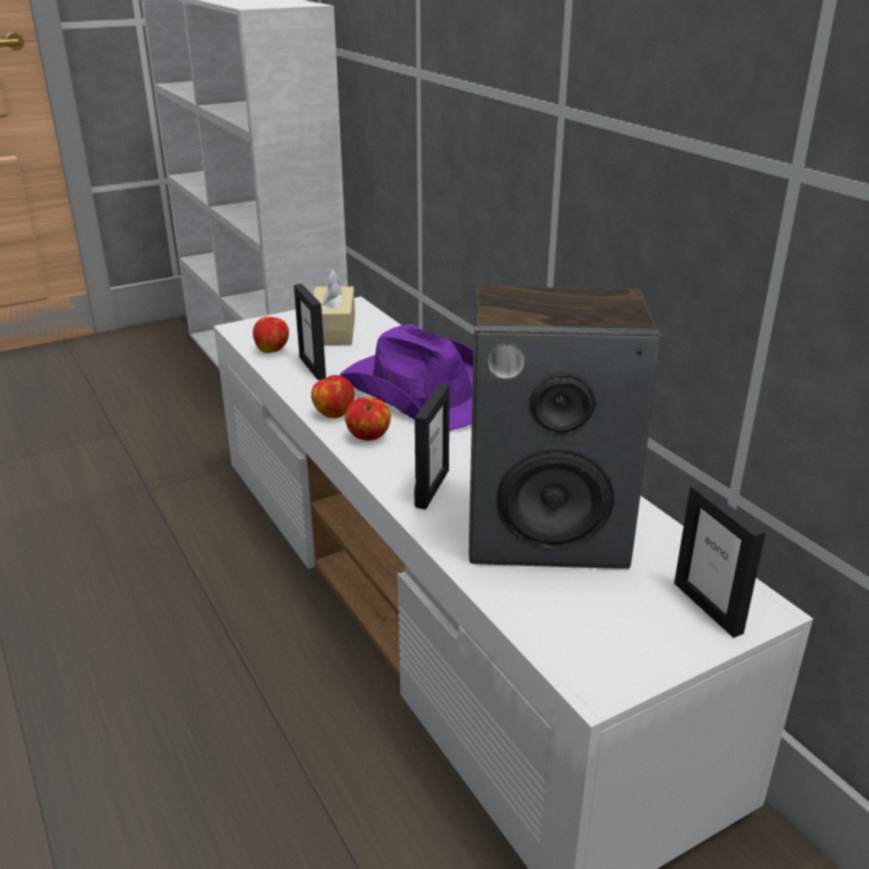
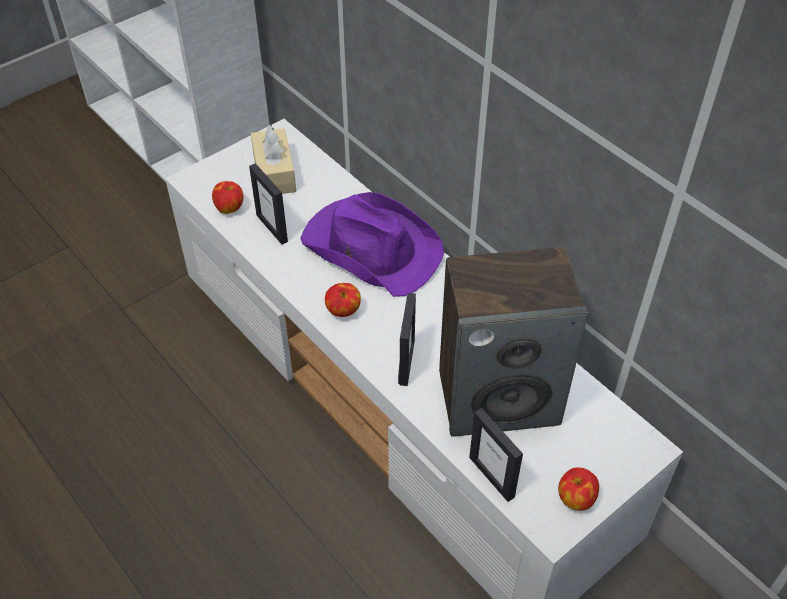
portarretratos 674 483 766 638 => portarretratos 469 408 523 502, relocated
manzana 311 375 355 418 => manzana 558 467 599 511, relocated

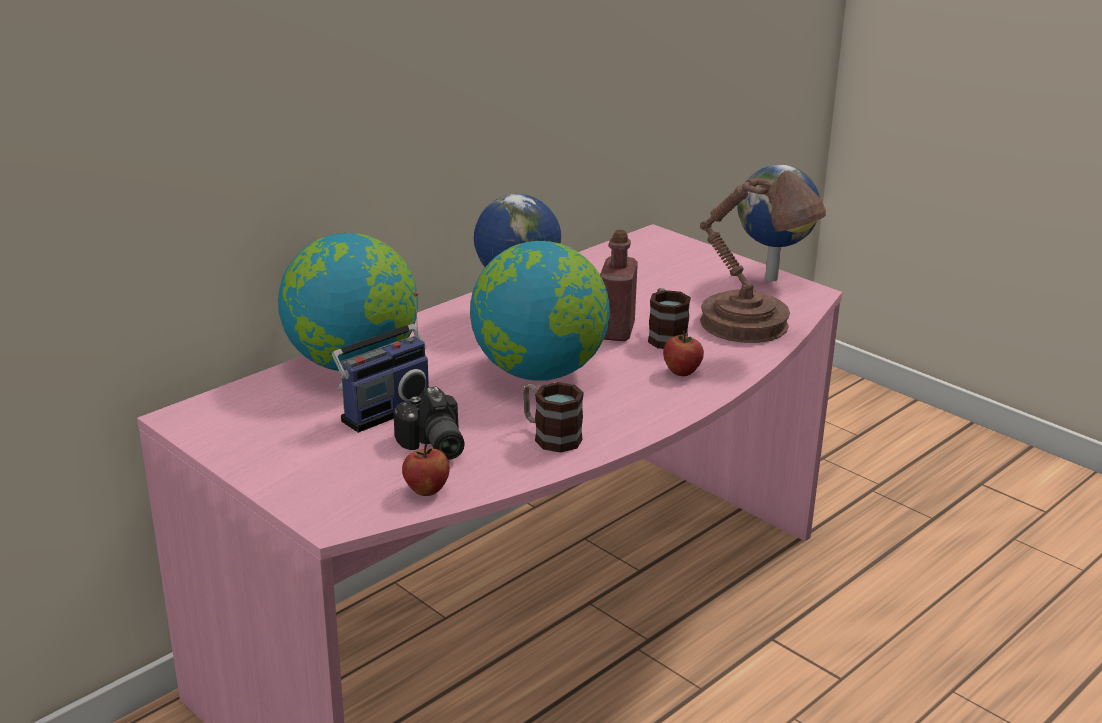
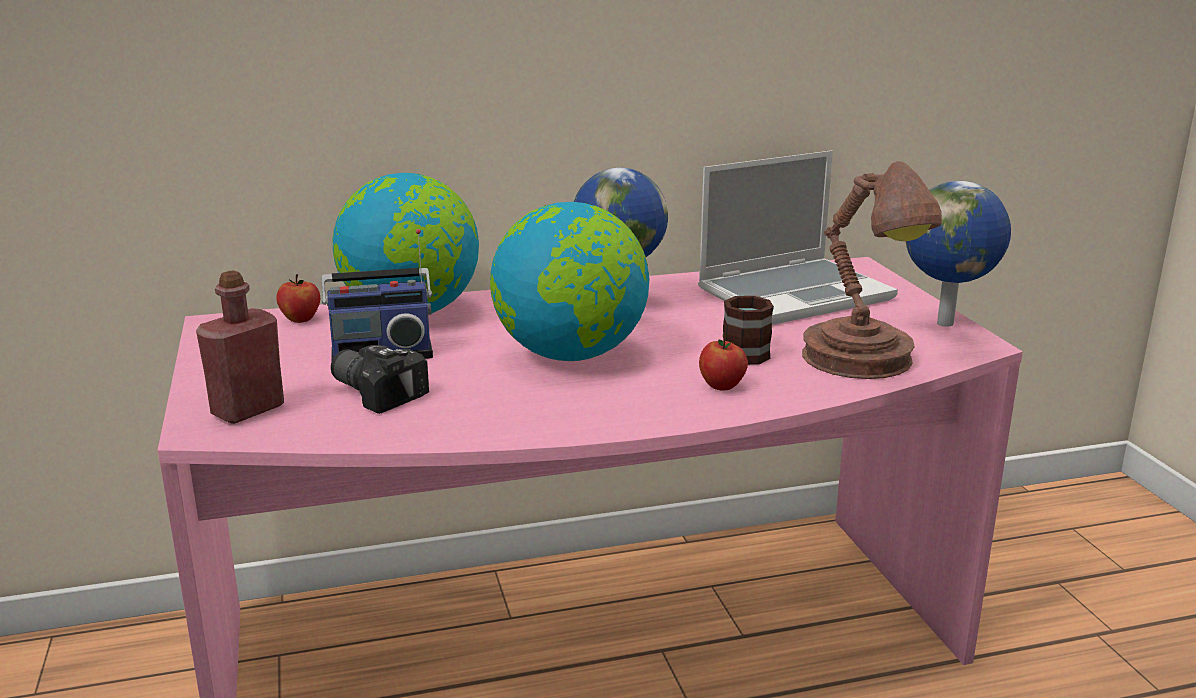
botella/rojo 600 230 638 341 => botella/rojo 196 270 284 424, relocated
manzana 402 444 450 496 => manzana 276 274 320 323, relocated
cámara 393 386 465 460 => cámara 331 345 429 414, 120 degrees clockwise
nothing => portátil 698 150 898 325
taza grande 523 382 584 453 => nothing

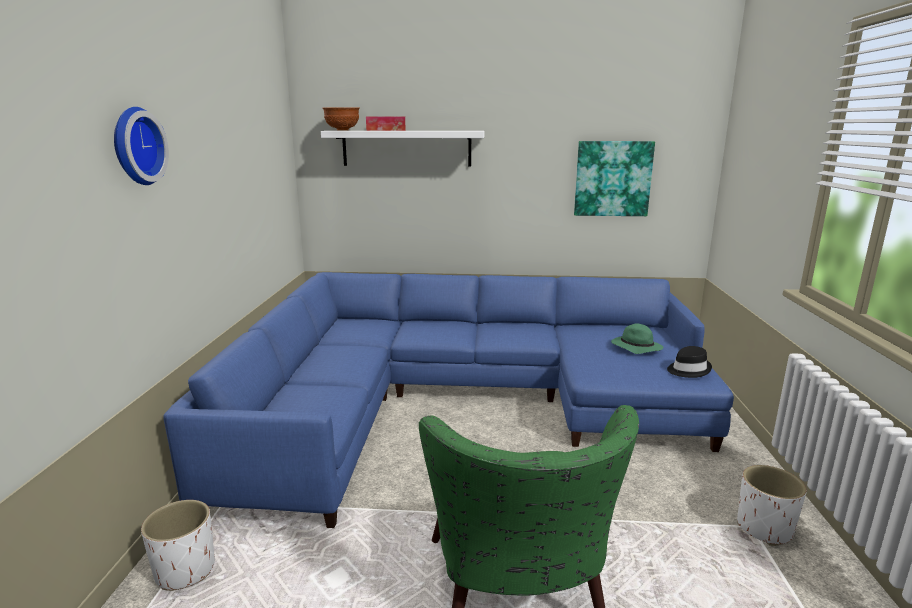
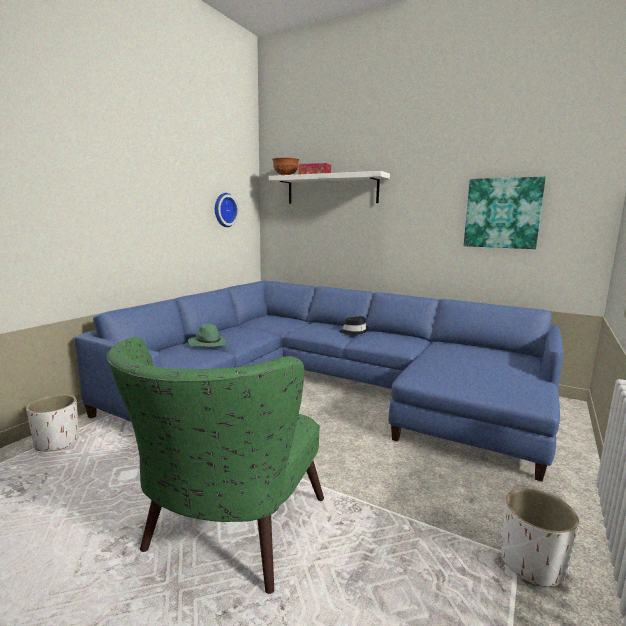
sombrero/verde 611 323 664 354 => sombrero/verde 188 323 228 347, relocated
reloj de pared 114 107 169 185 => reloj de pared 215 193 239 227, relocated
sombrero/negro 667 346 712 378 => sombrero/negro 339 316 369 335, relocated

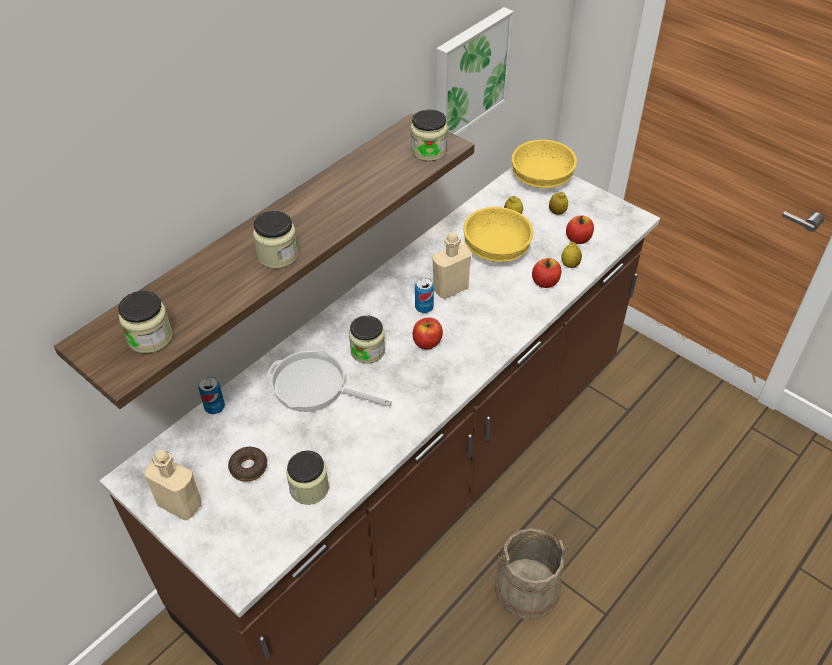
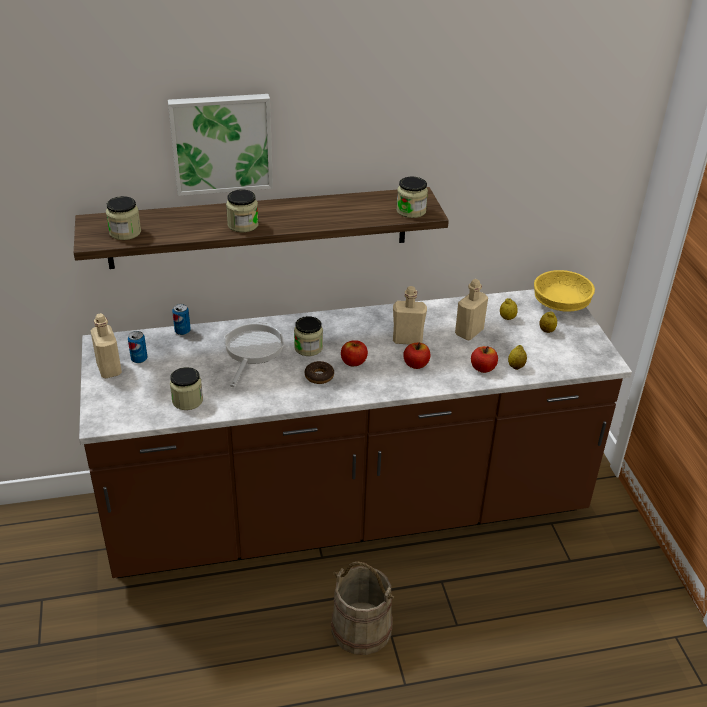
lata 415 278 434 313 => lata 128 331 148 363, relocated
cuadro 436 7 514 136 => cuadro 168 94 273 196, relocated
sartén 267 350 392 412 => sartén 224 321 285 387, 45 degrees clockwise
rosquilla 228 447 267 482 => rosquilla 305 361 334 384, relocated
manzana 566 215 594 244 => manzana 403 342 430 369, relocated
cuenco/amarillo 463 207 533 262 => botella/beis 455 279 488 340

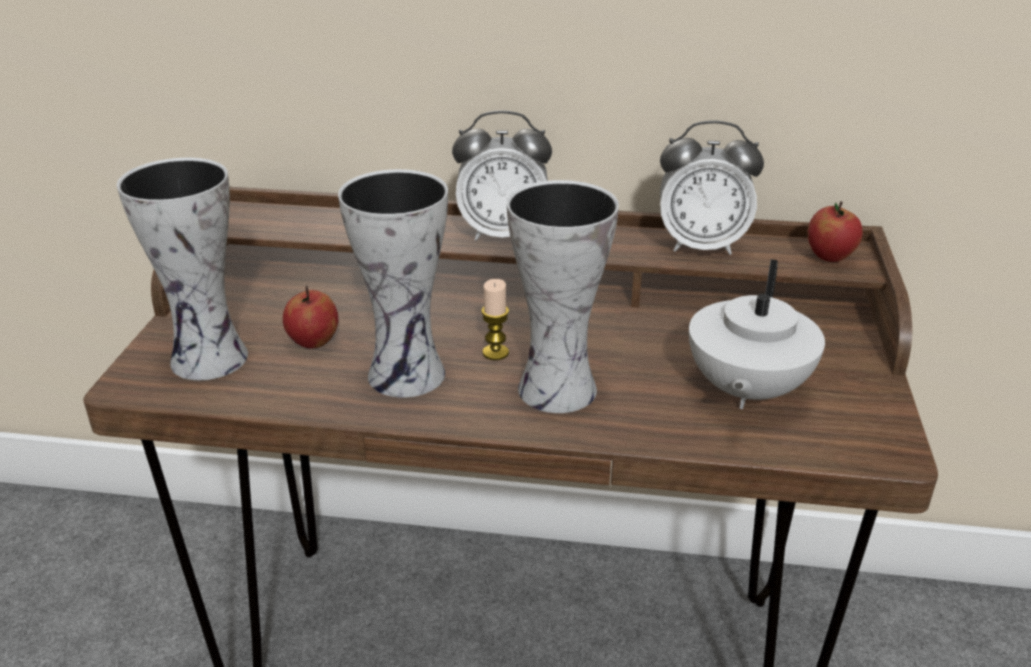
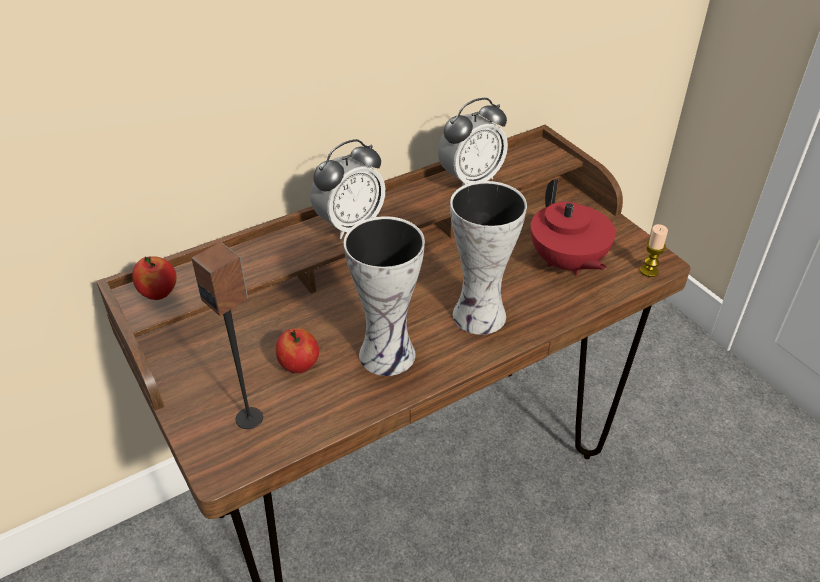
manzana 807 201 863 262 => manzana 132 256 177 300, relocated
florero 117 158 248 380 => altavoz 191 242 263 429
tetera/blanco 689 259 825 409 => tetera/rojo 530 179 616 276
vela 481 279 509 360 => vela 640 224 668 277, relocated

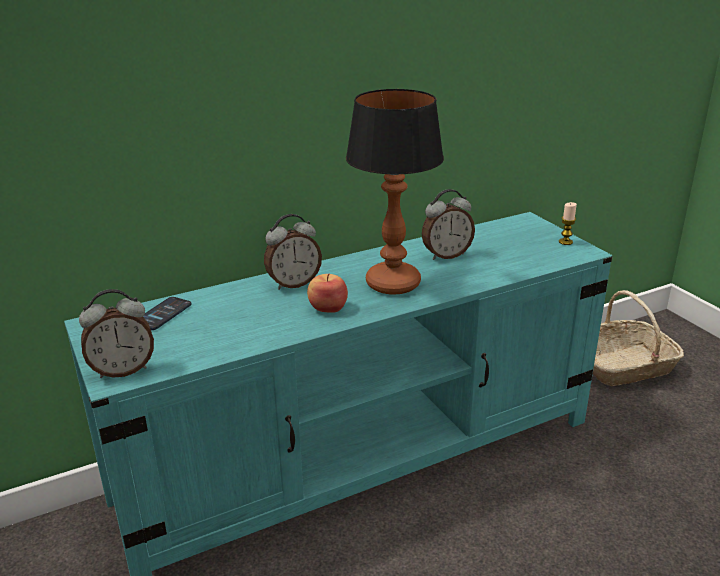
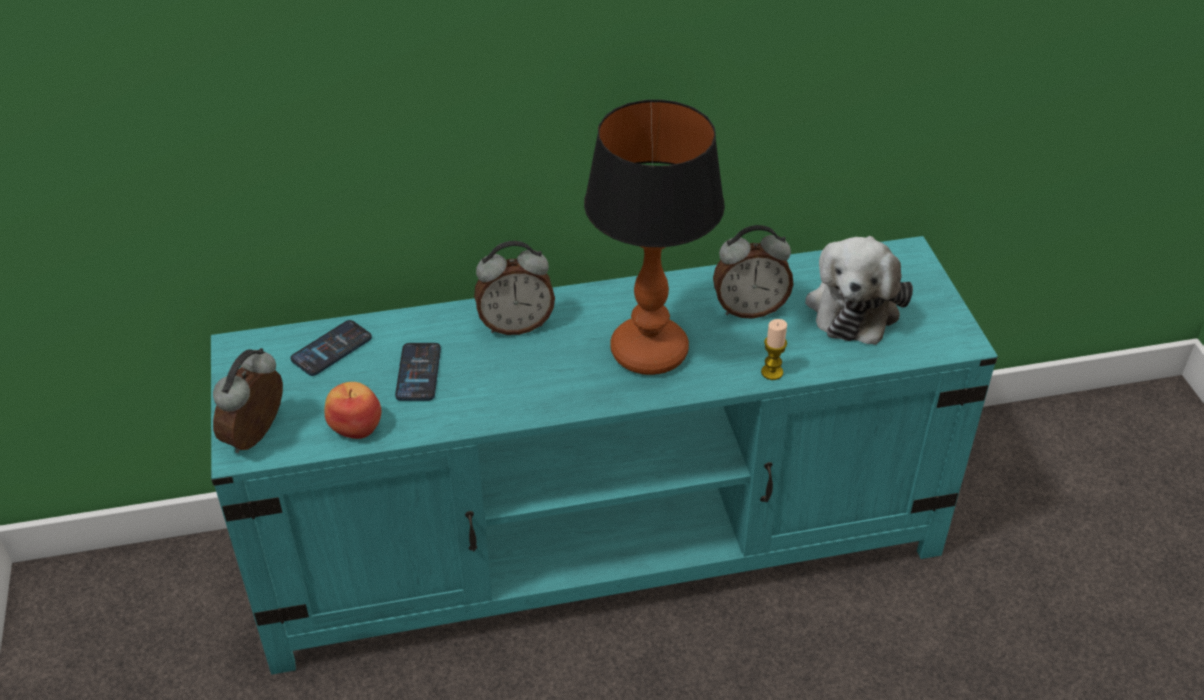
despertador 79 289 154 378 => despertador 213 348 283 453, 120 degrees clockwise
manzana 307 274 348 313 => manzana 324 382 381 439, relocated
nothing => móvil 395 343 441 401
vela 559 202 577 245 => vela 761 319 787 380, relocated
nothing => peluche 805 236 913 345
cesta 593 290 684 386 => nothing

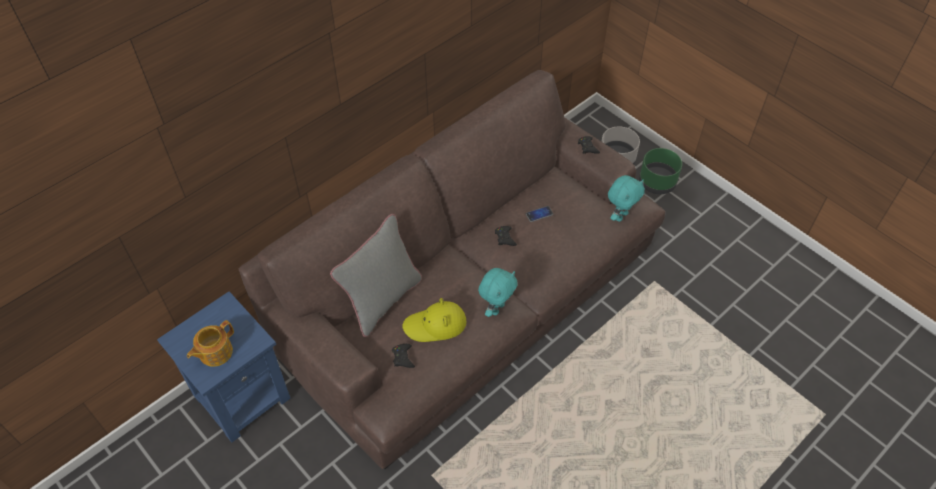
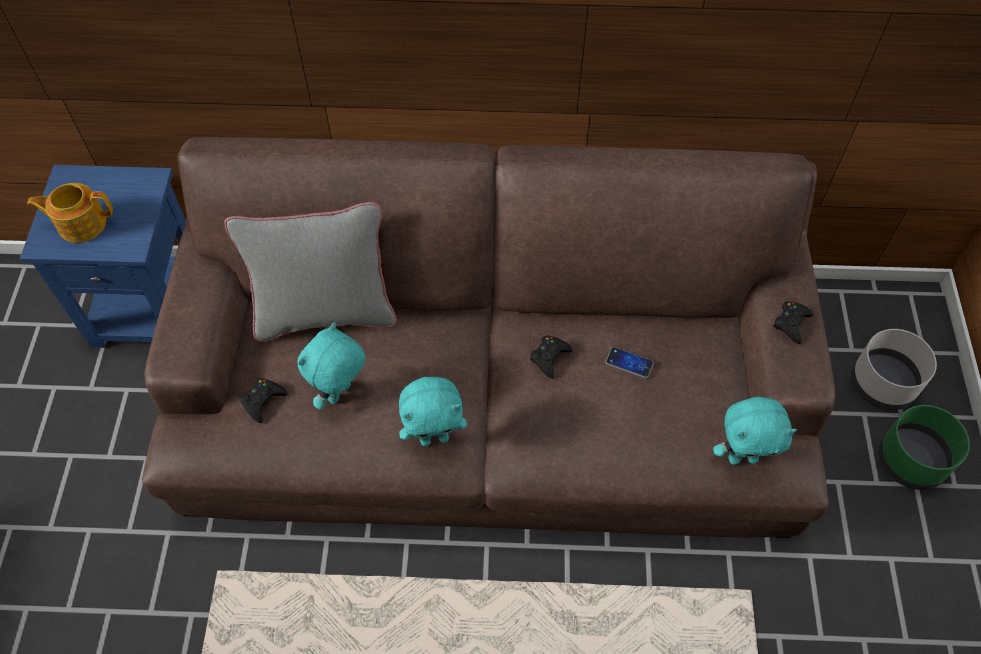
sombrero/amarillo 403 298 466 342 => peluche/turquesa 297 322 366 410

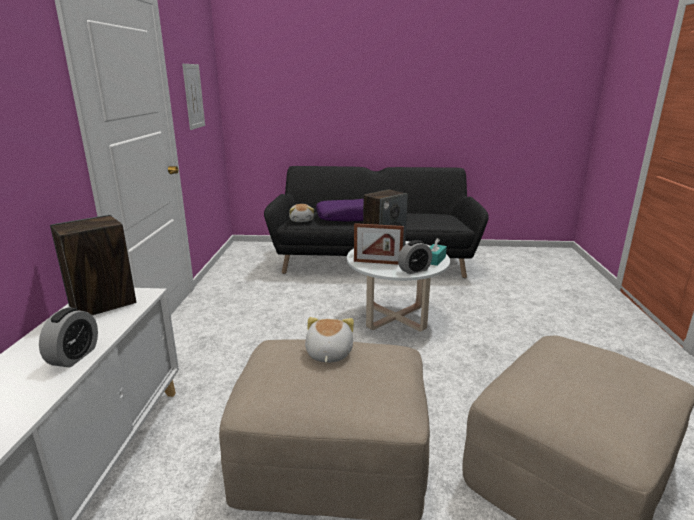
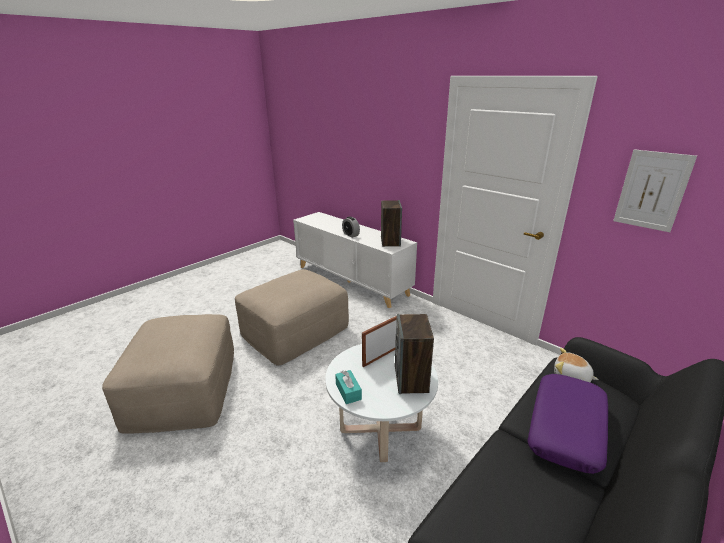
peluche 305 317 354 362 => nothing
despertador 398 240 432 274 => nothing

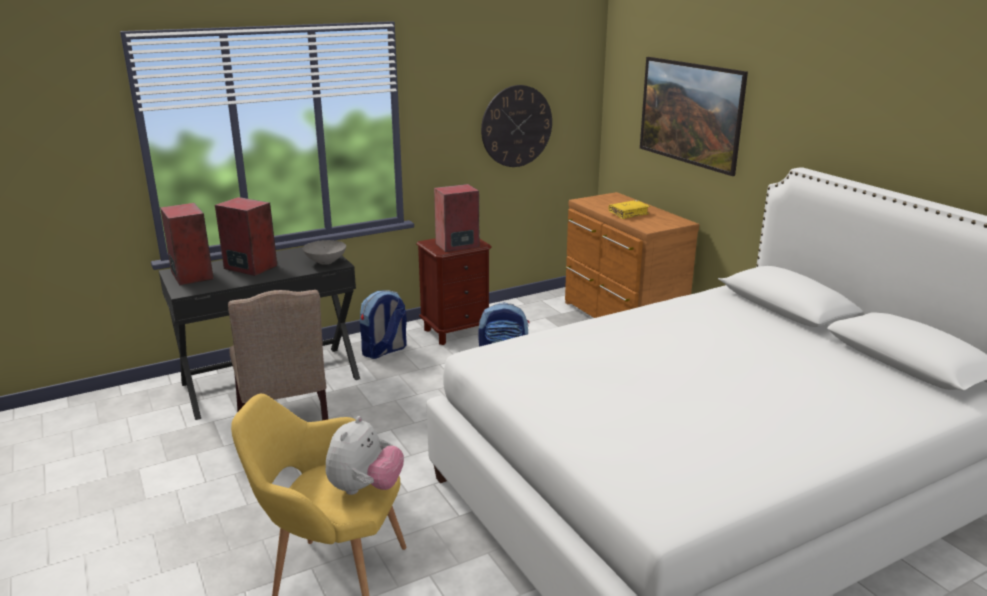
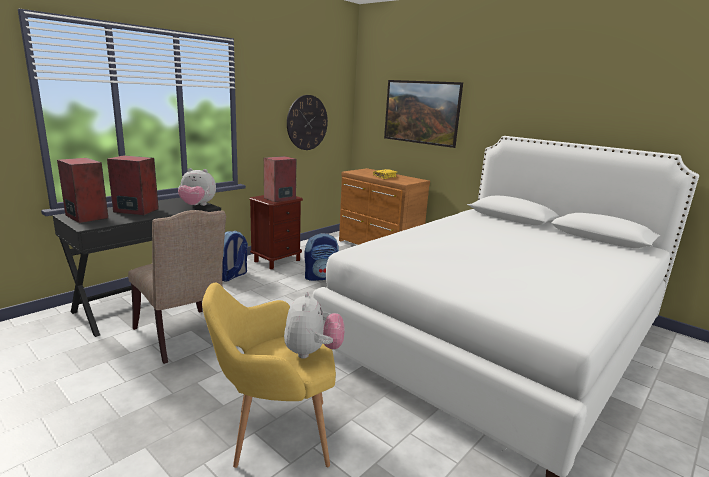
cuenco/gris 303 240 346 265 => peluche 178 168 216 206

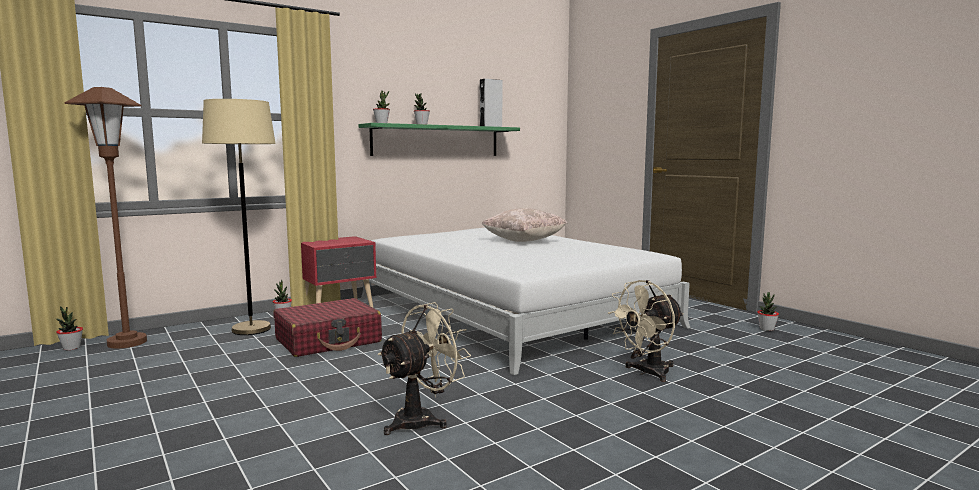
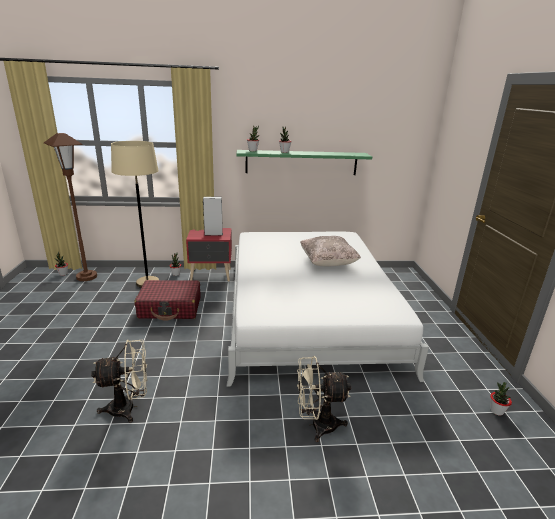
altavoz/gris 480 79 502 127 => altavoz/gris 203 197 223 235, relocated

